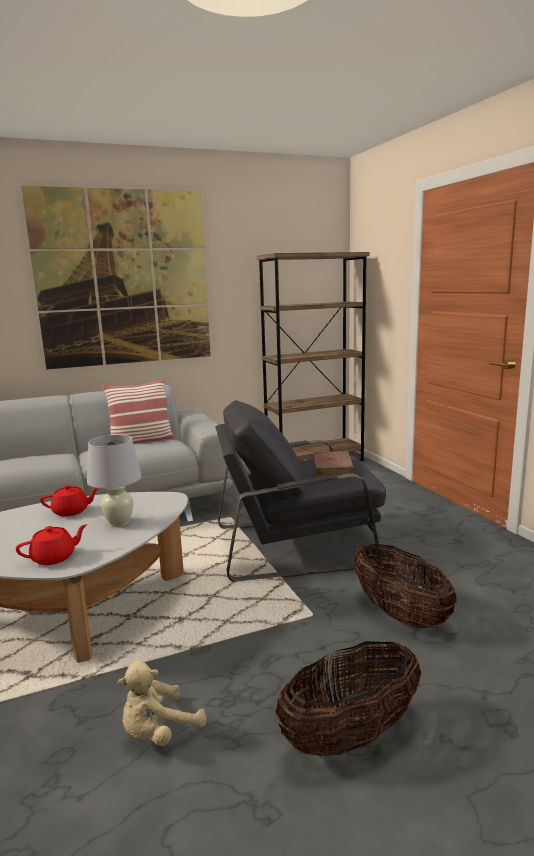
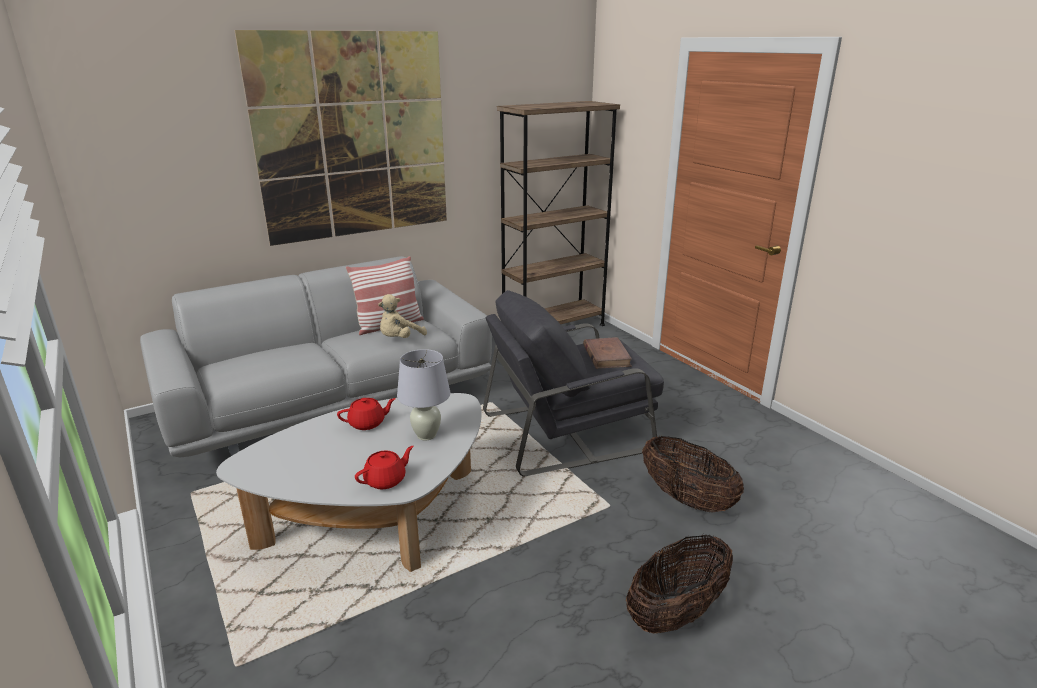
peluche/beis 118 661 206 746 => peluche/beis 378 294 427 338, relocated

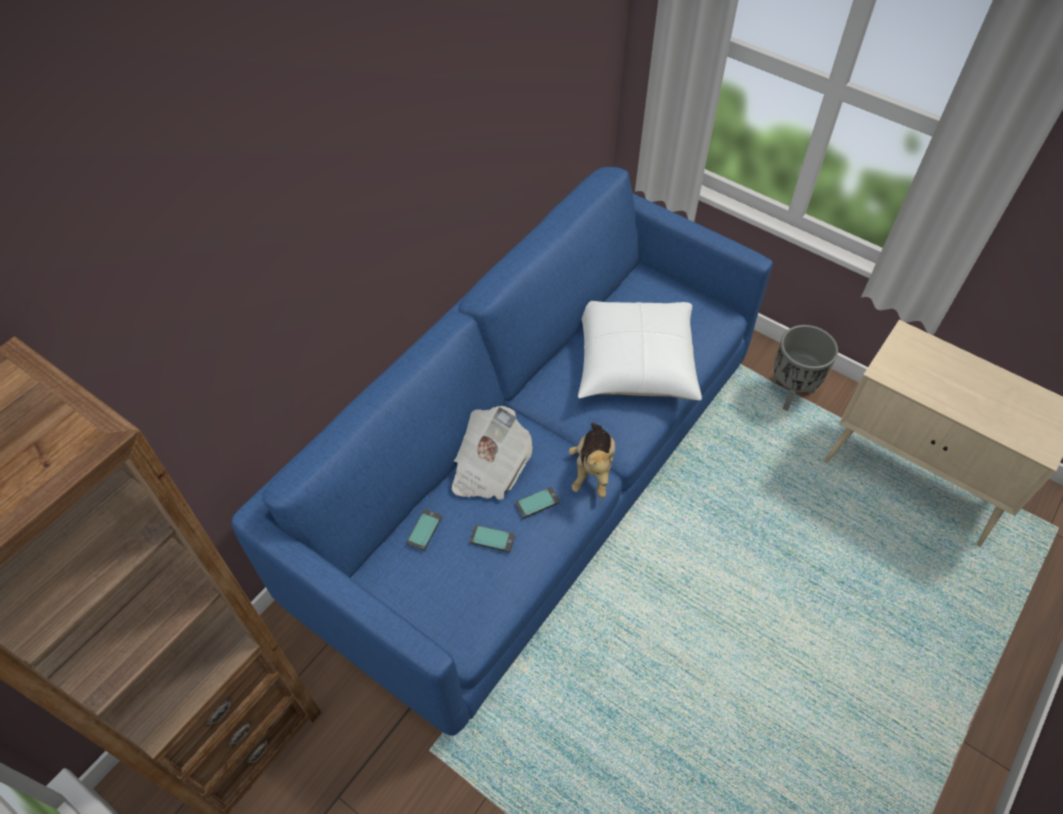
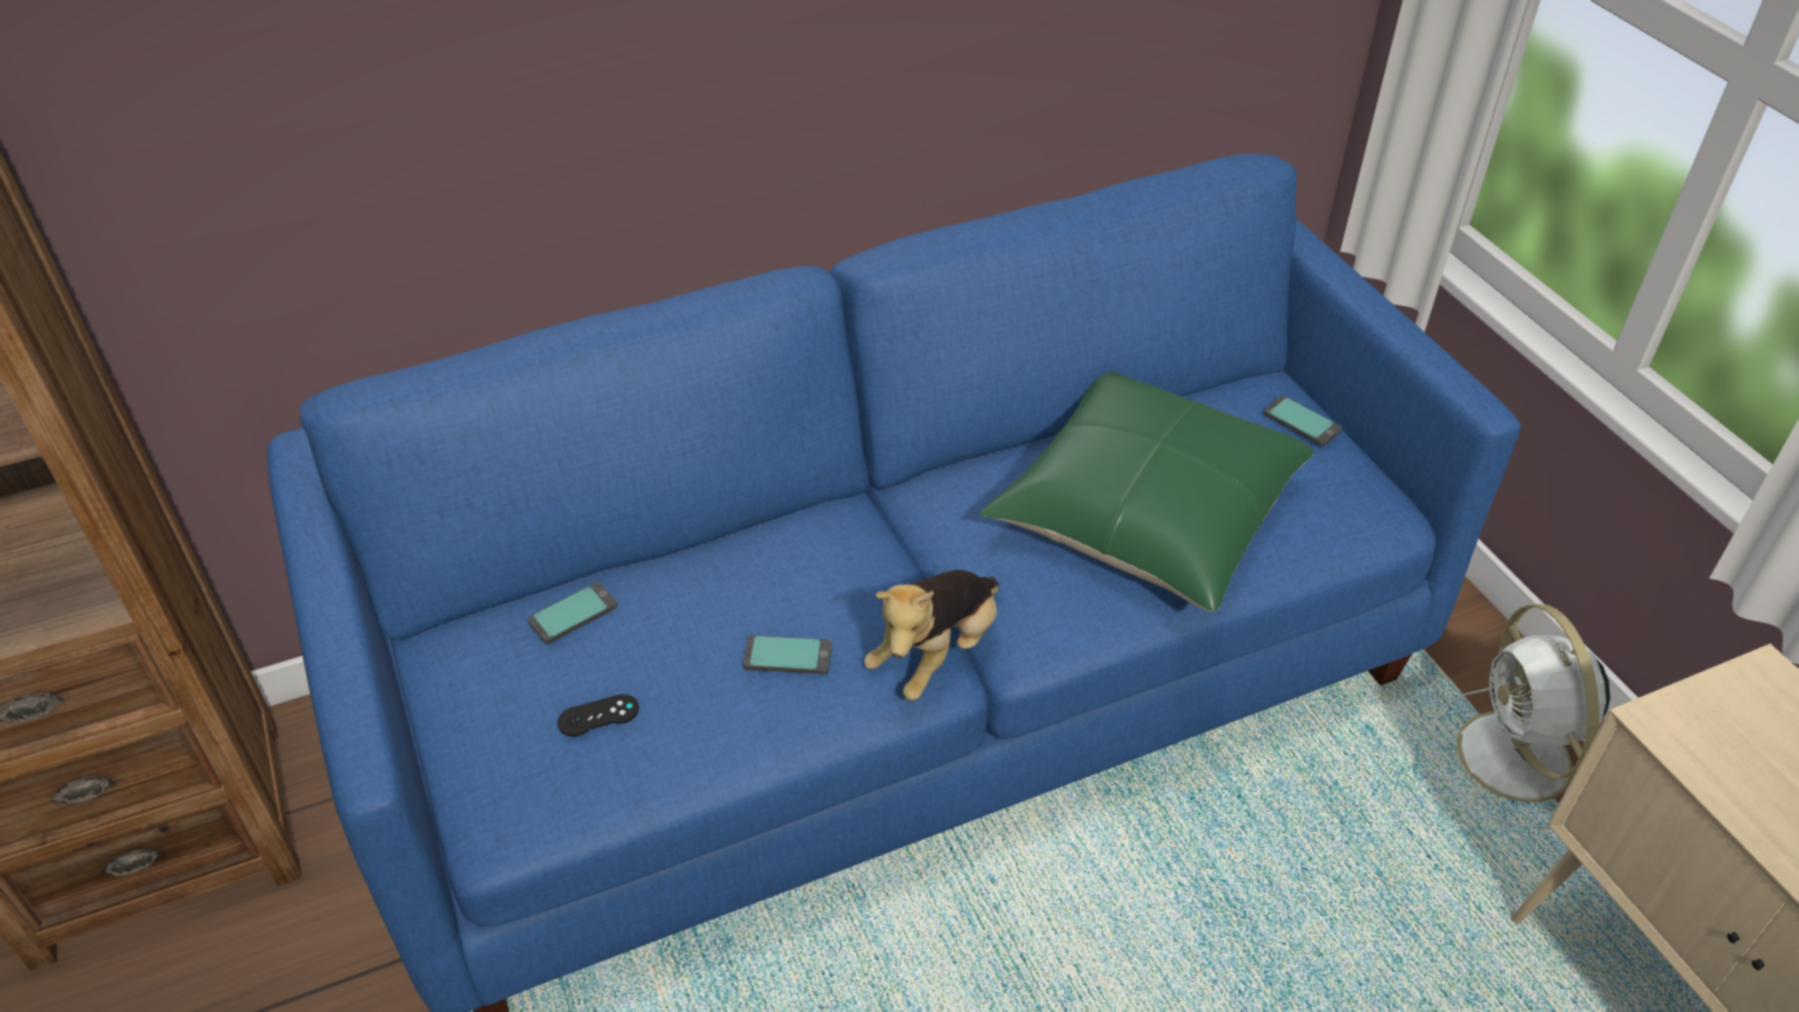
nothing => mando de consola/negro 557 694 639 737
cojín/blanco 578 301 702 401 => cojín/verde 979 372 1314 612
móvil 470 525 515 552 => móvil 1264 396 1342 446, relocated
maceta/gris 772 325 838 411 => ventilador/blanco 1432 604 1610 828
periódico 452 406 533 500 => nothing

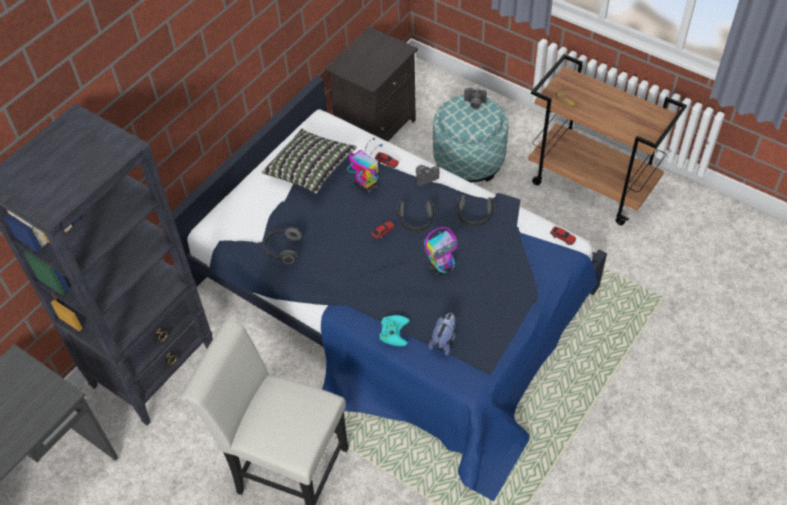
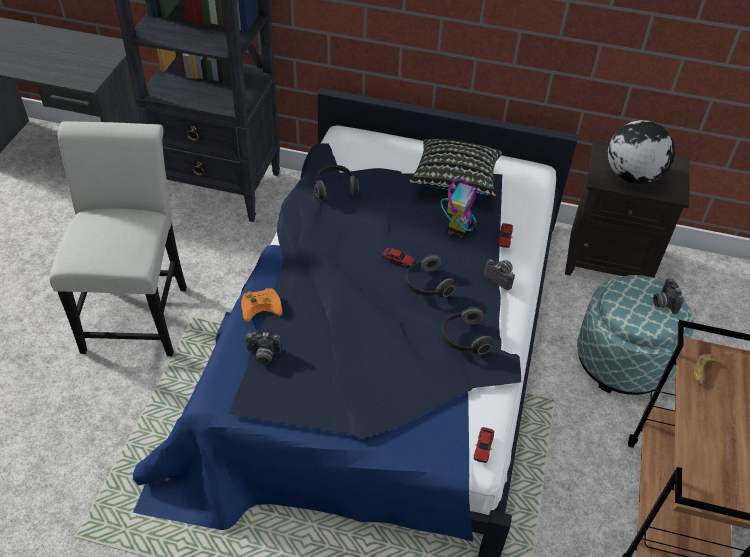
mando de consola/turquesa 380 315 409 346 => mando de consola/naranja 241 288 282 322
peluche 429 313 455 356 => cámara 245 332 282 365
nothing => globo terráqueo 608 120 675 184
robot de juguete 424 227 458 276 => nothing

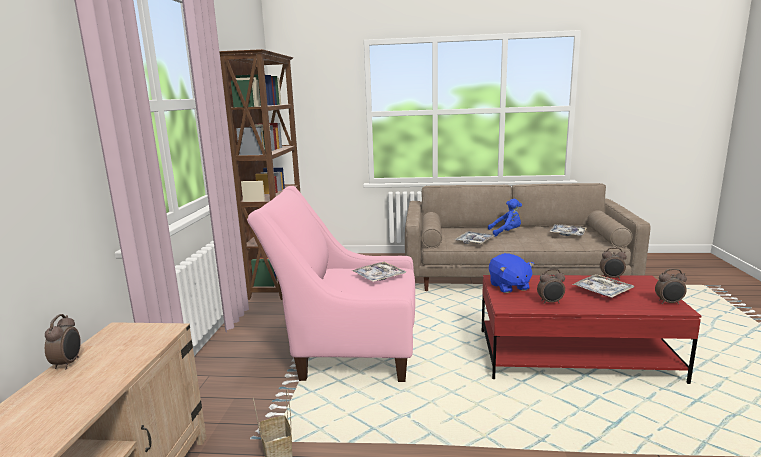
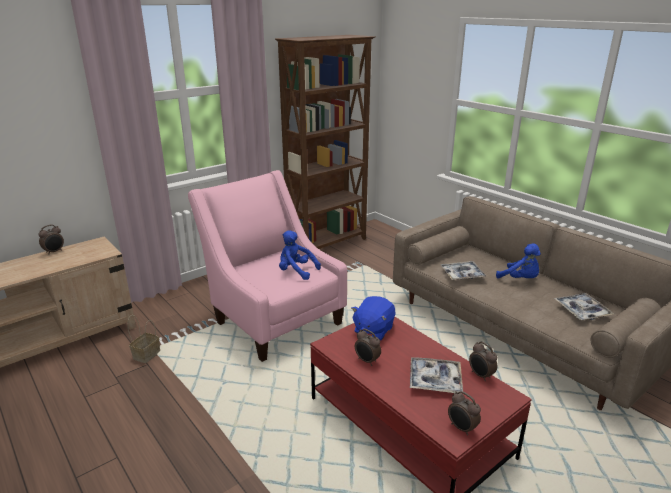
bandeja 352 262 406 282 => peluche/azul 279 231 321 280

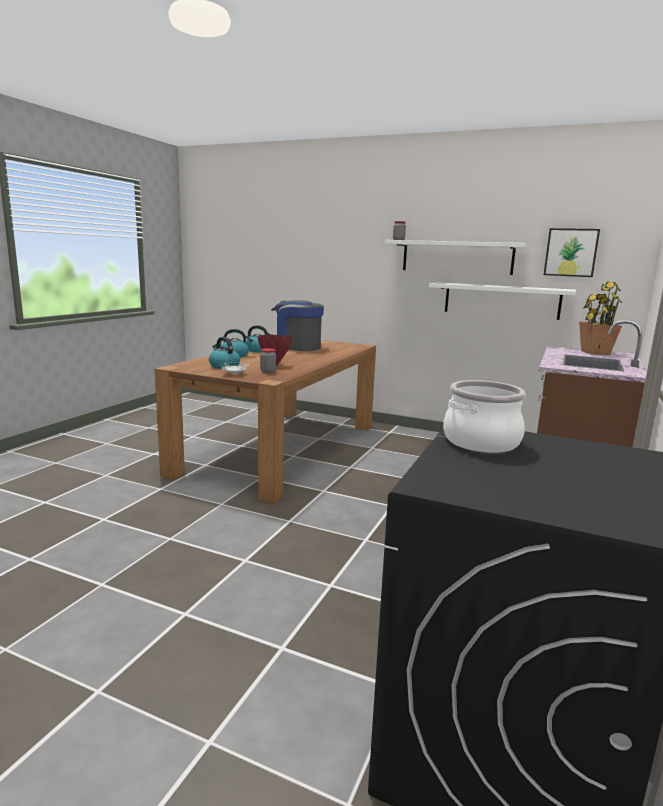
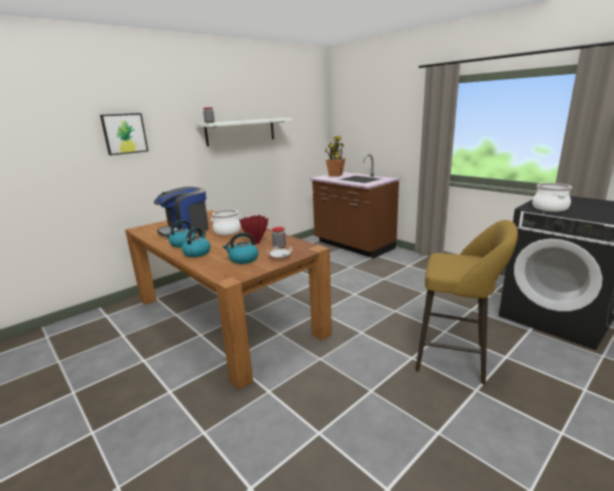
cuadro 544 228 600 277 => cuadro 100 113 148 155, relocated
nothing => olla 211 209 241 235
nothing => taburete/amarillo 415 220 518 384
estante/blanco 429 282 576 320 => nothing

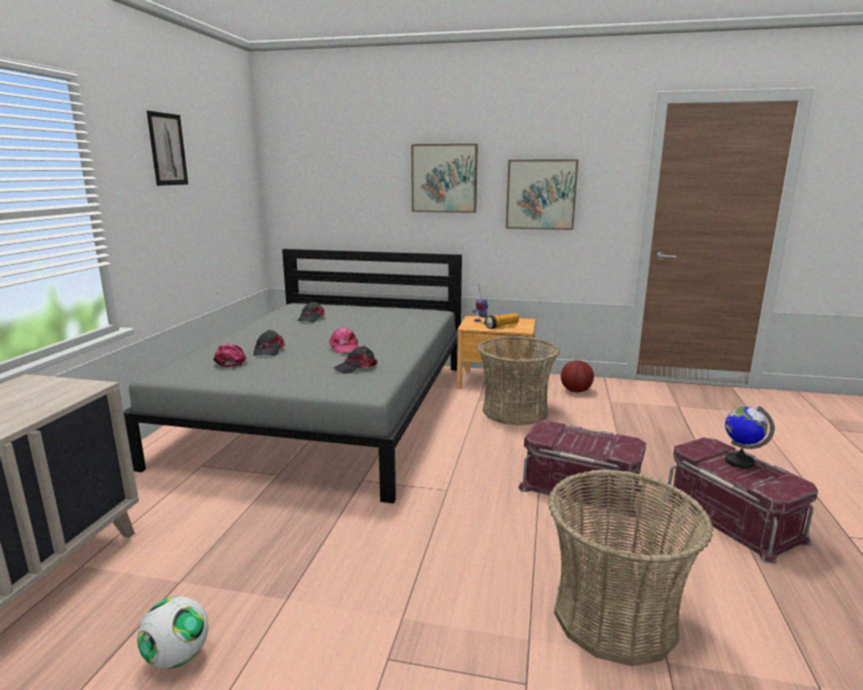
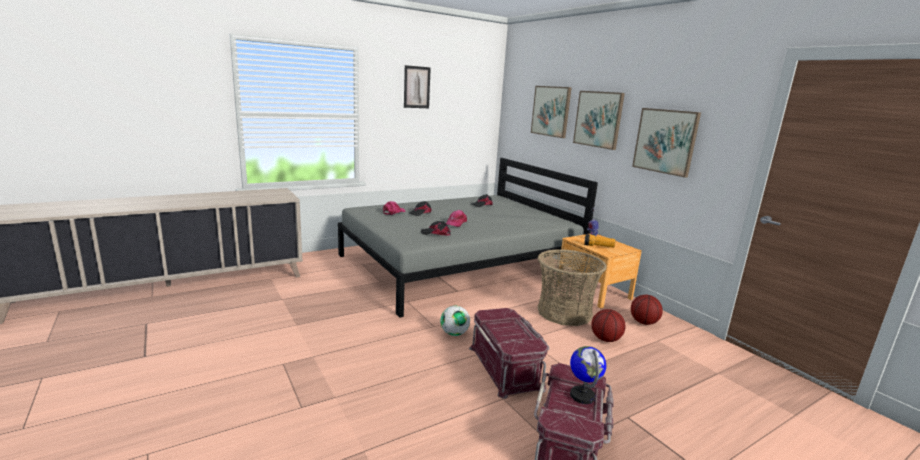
balón de fútbol 137 596 208 669 => balón de fútbol 440 306 470 336, relocated
nothing => cuadro 531 86 572 138
nothing => balón de baloncesto 591 309 625 342
cesta 548 469 713 666 => nothing

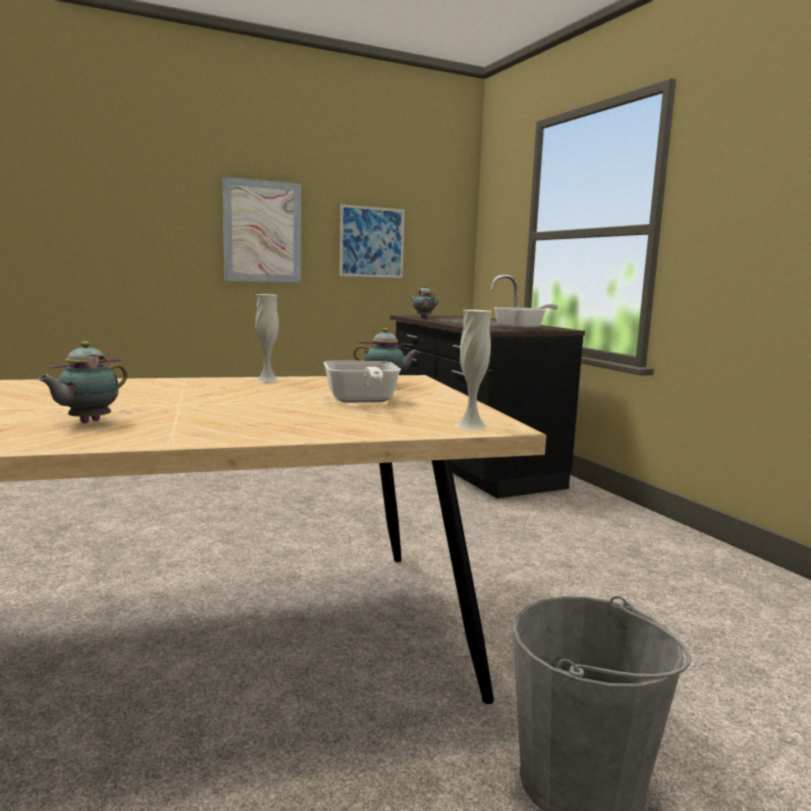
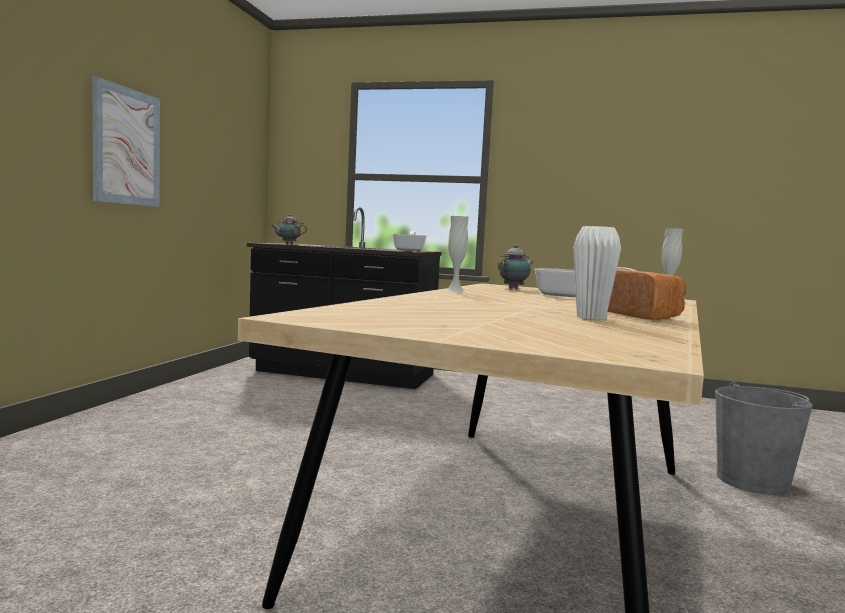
tetera 38 341 128 423 => florero/blanco 573 226 621 320
nothing => pan 607 269 686 320
cuadro 340 205 405 278 => nothing

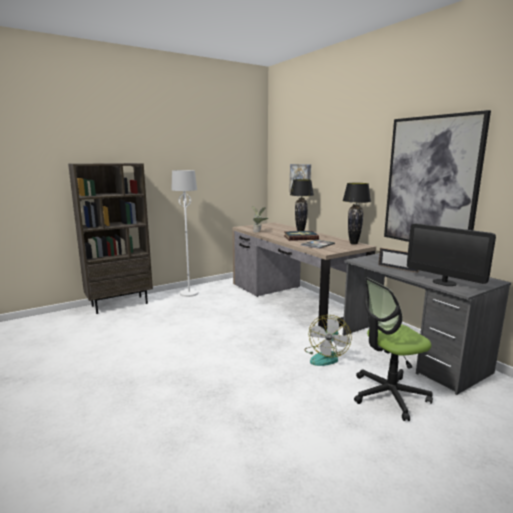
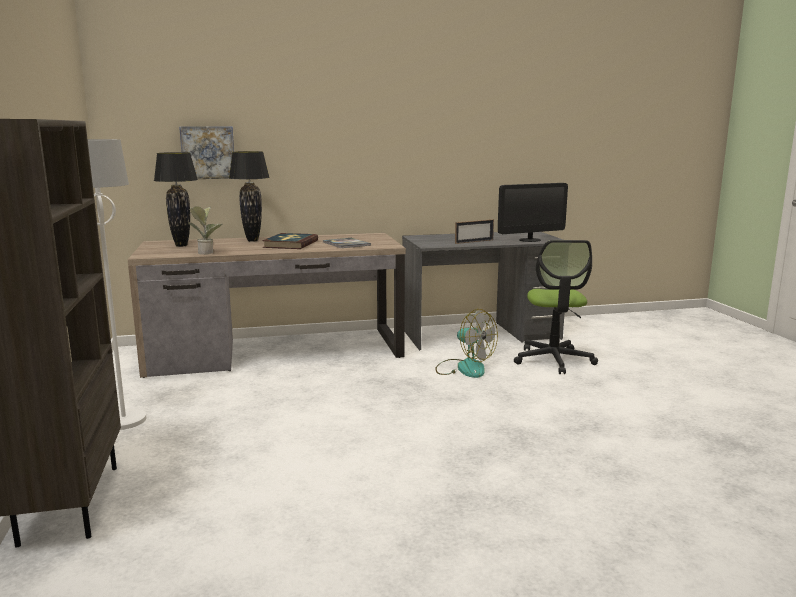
lámpara de mesa/negro 343 183 371 245 => lámpara de mesa/negro 154 152 198 247, relocated
cuadro 384 110 491 242 => nothing

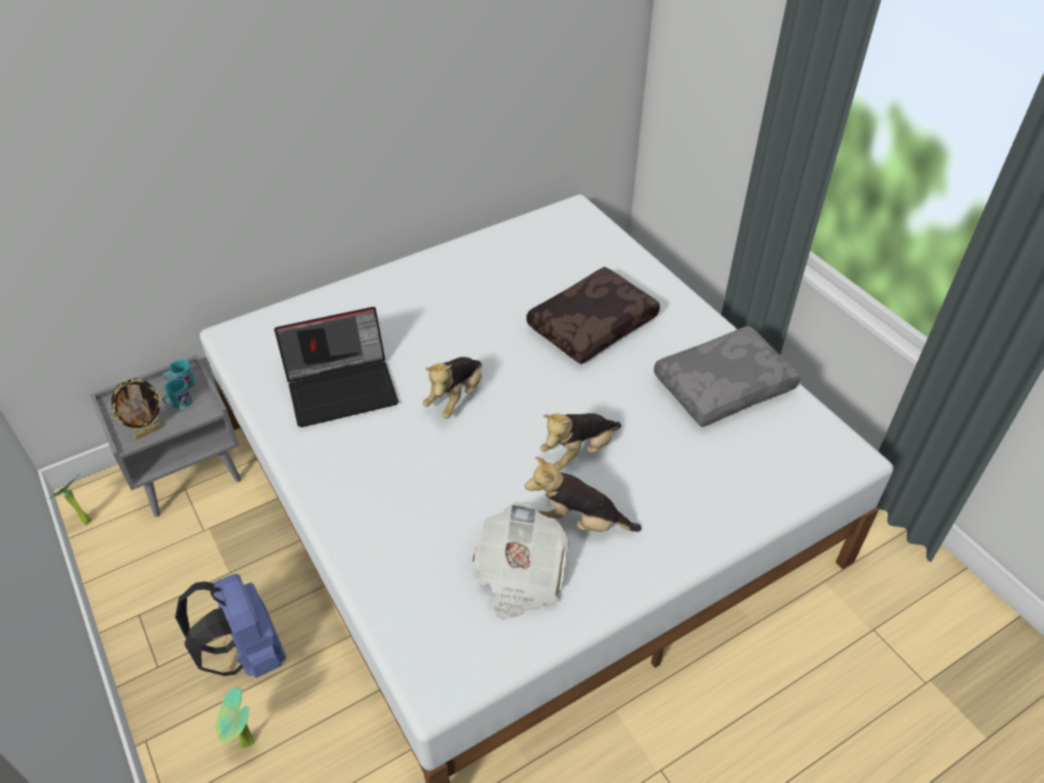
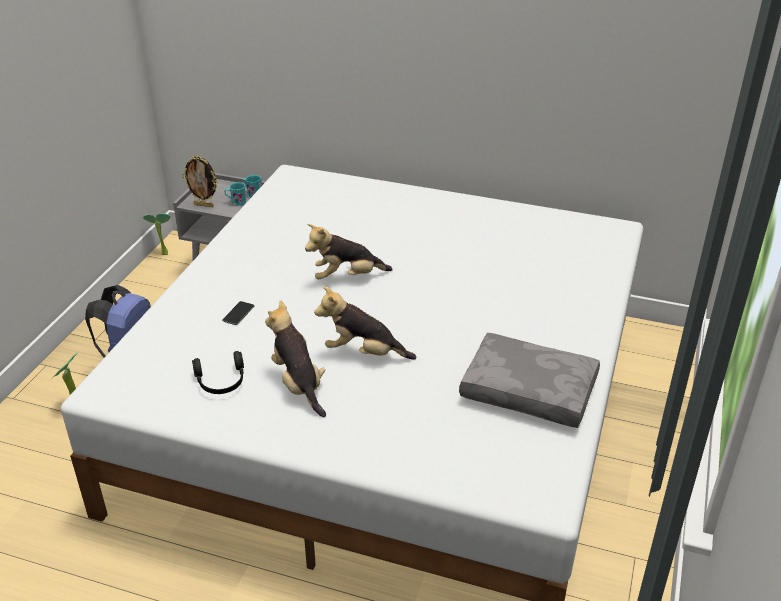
periódico 472 502 569 620 => auriculares/negro 192 351 244 394
nothing => móvil 222 301 254 325
portátil 274 307 399 427 => nothing
cojín/marrón 527 267 660 364 => nothing

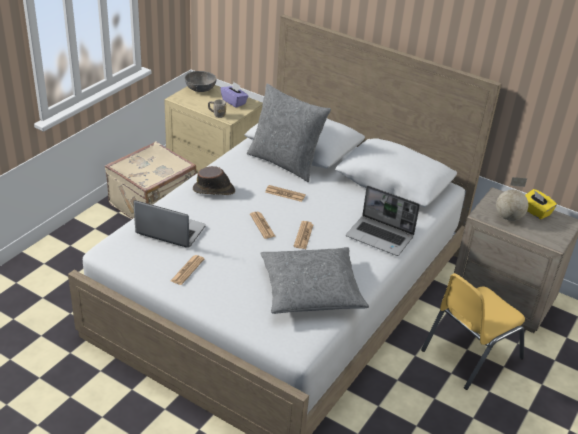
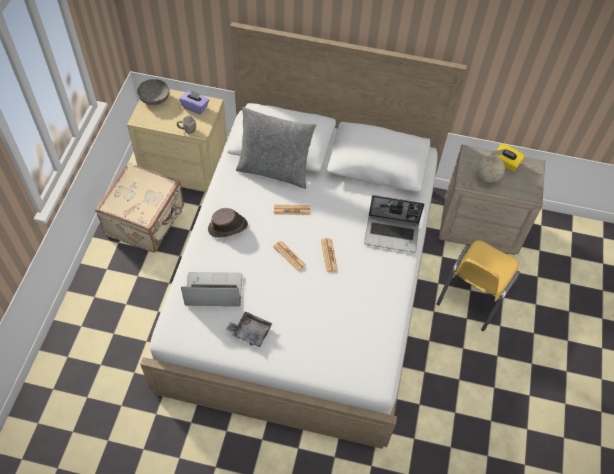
periódico 171 255 204 285 => bandeja/gris 226 311 273 347
cojín/gris 260 247 369 314 => nothing

